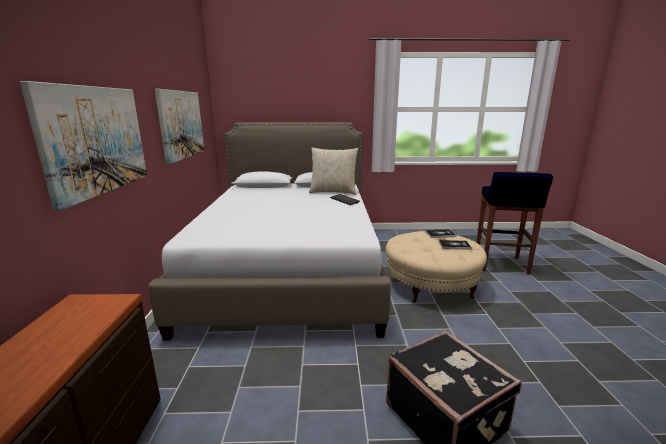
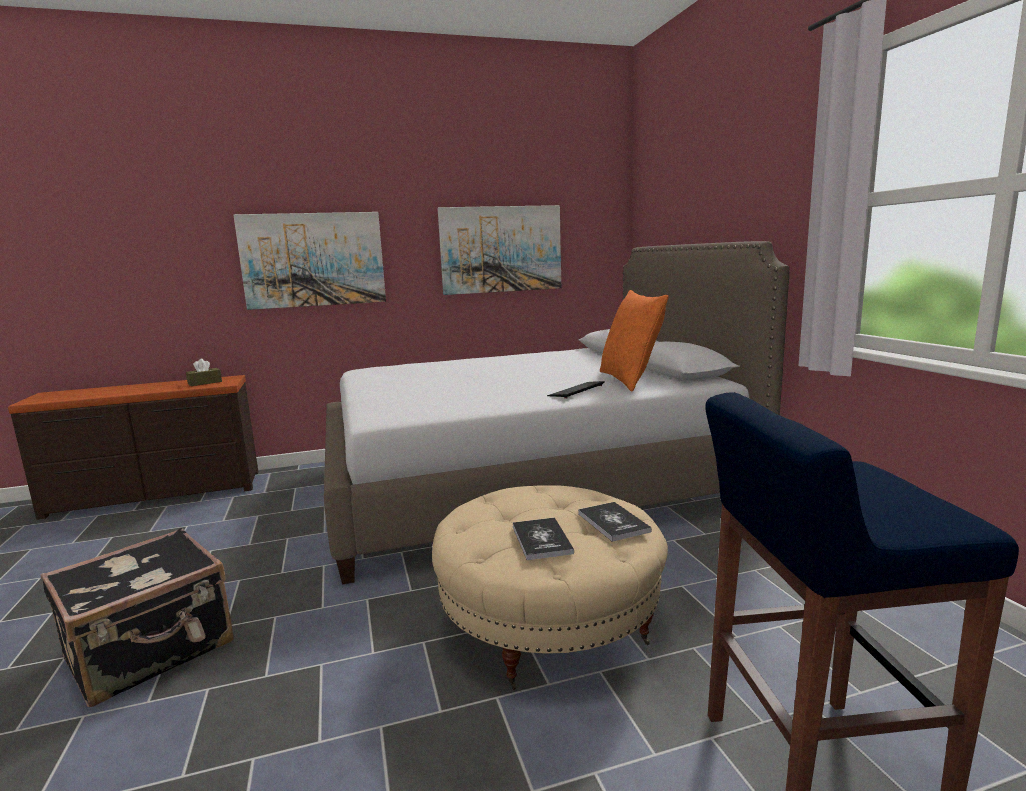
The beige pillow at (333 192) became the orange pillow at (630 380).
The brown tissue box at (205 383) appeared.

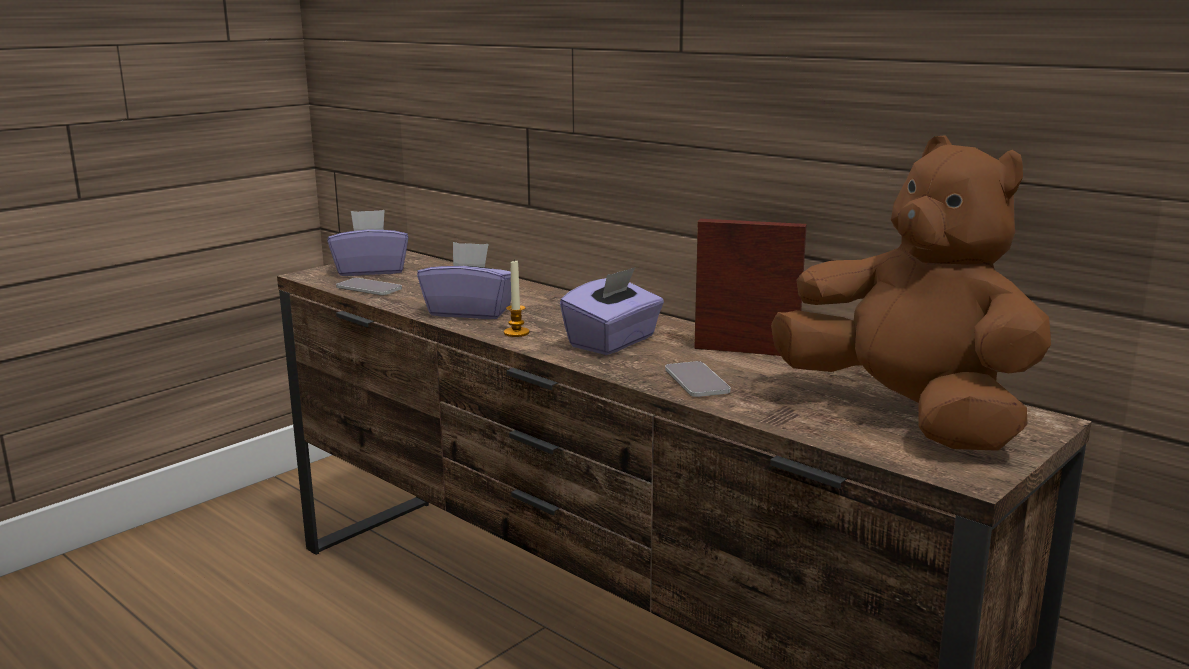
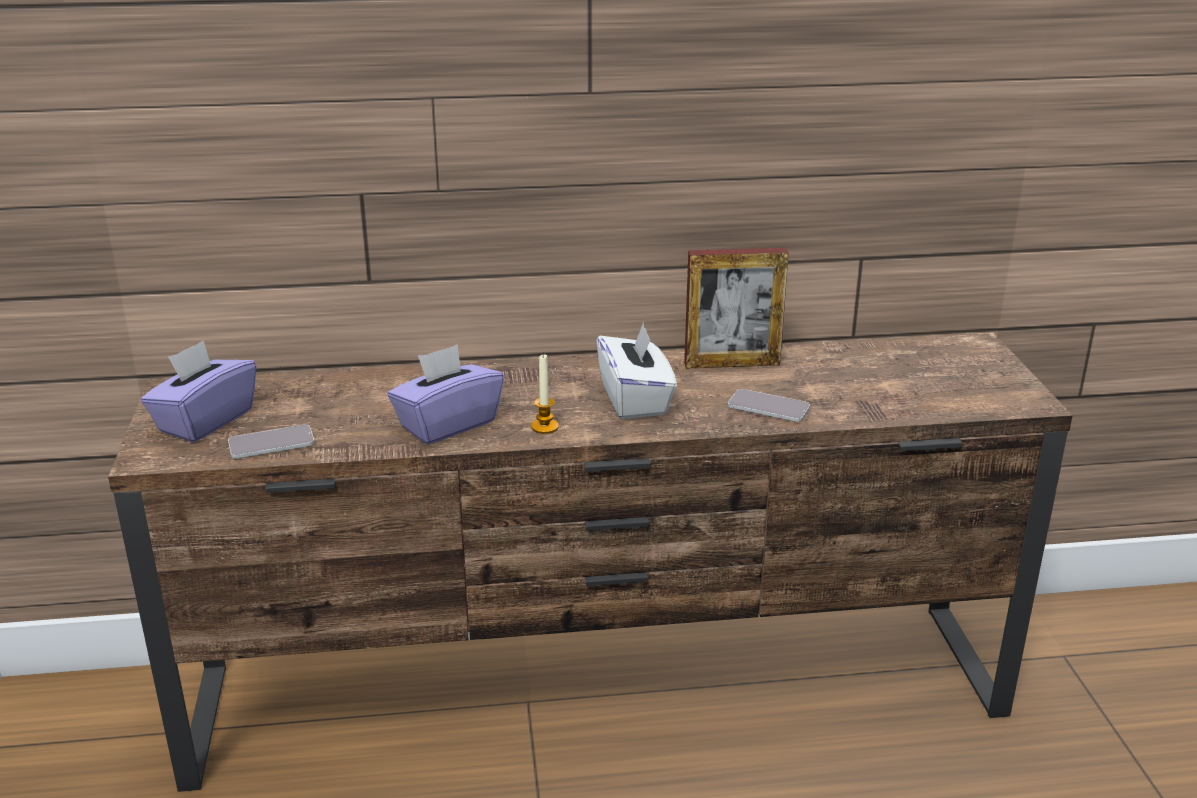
The purple tissue box at (613 342) became the white tissue box at (635 400).
The picture frame at (746 350) turned 150 degrees counterclockwise.
The brown plush toy at (907 415) disappeared.

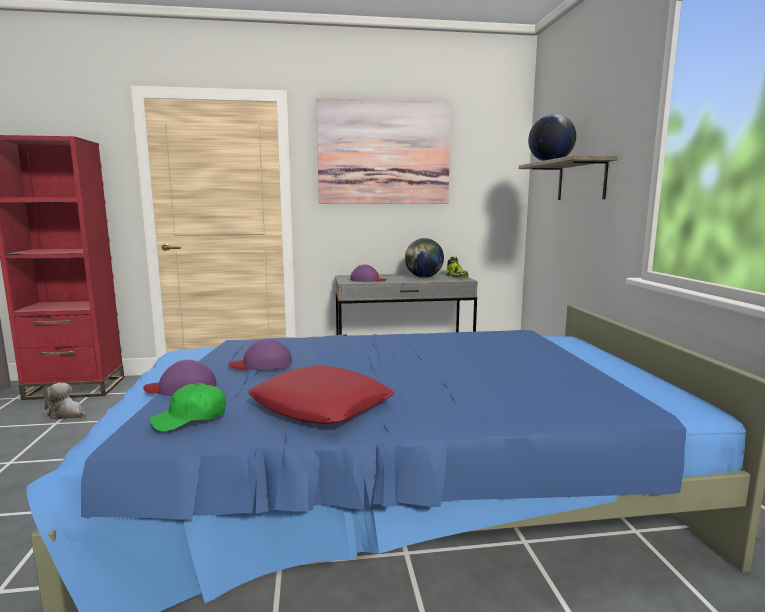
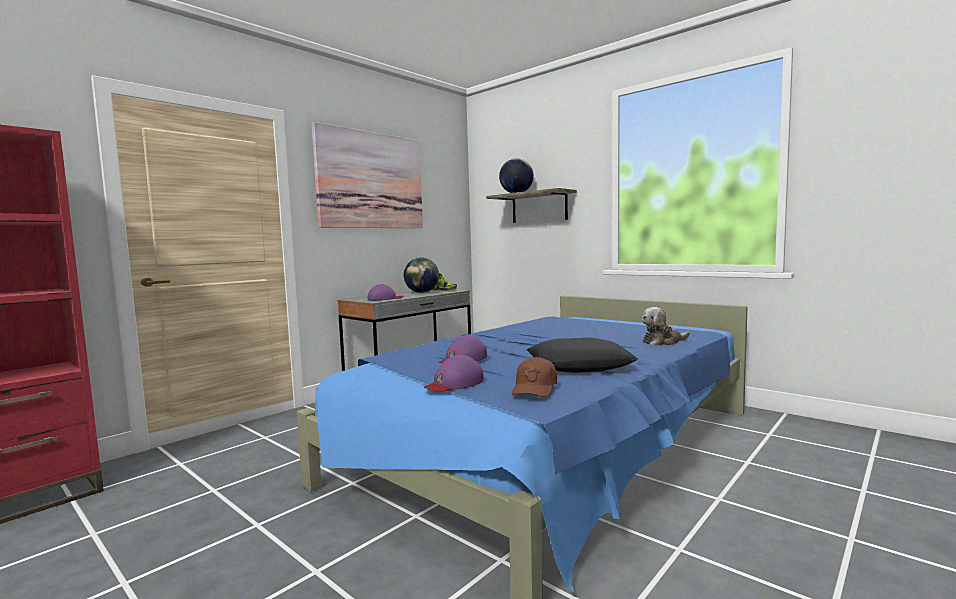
The plush toy moved from (67 414) to (663 342).
The green cap at (190 418) became the brown cap at (535 388).
The red pillow at (321 406) became the black pillow at (579 365).

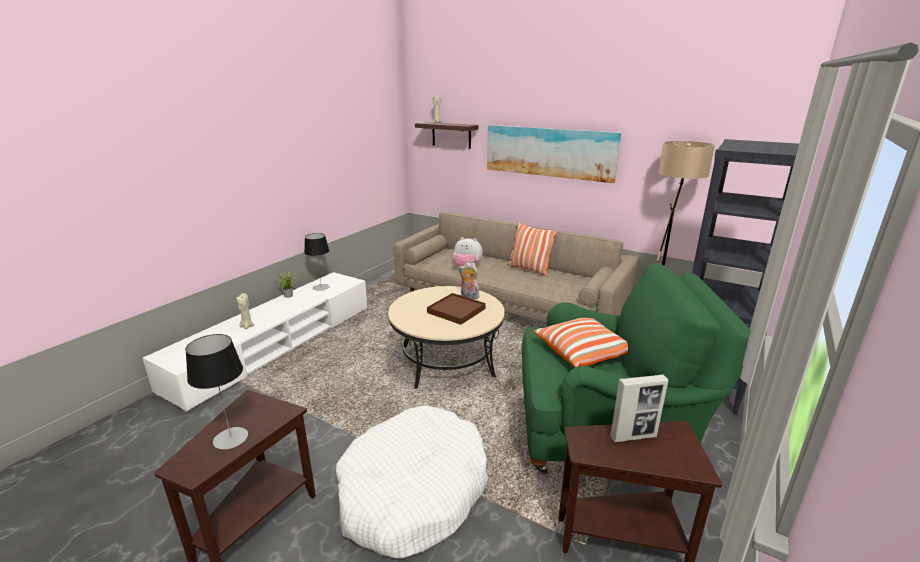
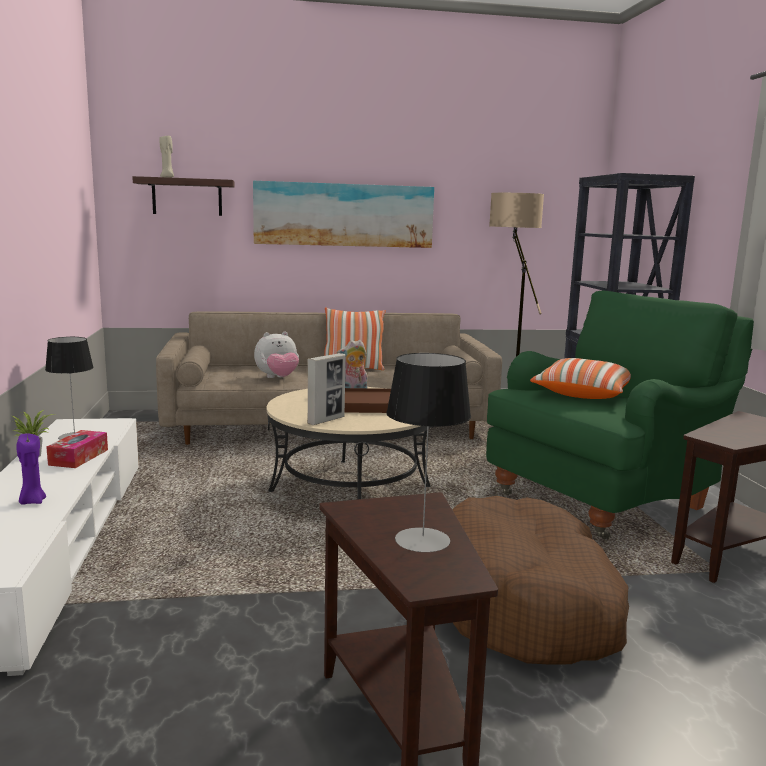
The beige candle at (247 326) became the purple candle at (32 501).
The white dog bed at (413 492) became the brown dog bed at (525 604).
The picture frame moved from (633 436) to (326 420).
The tissue box at (79 457) appeared.

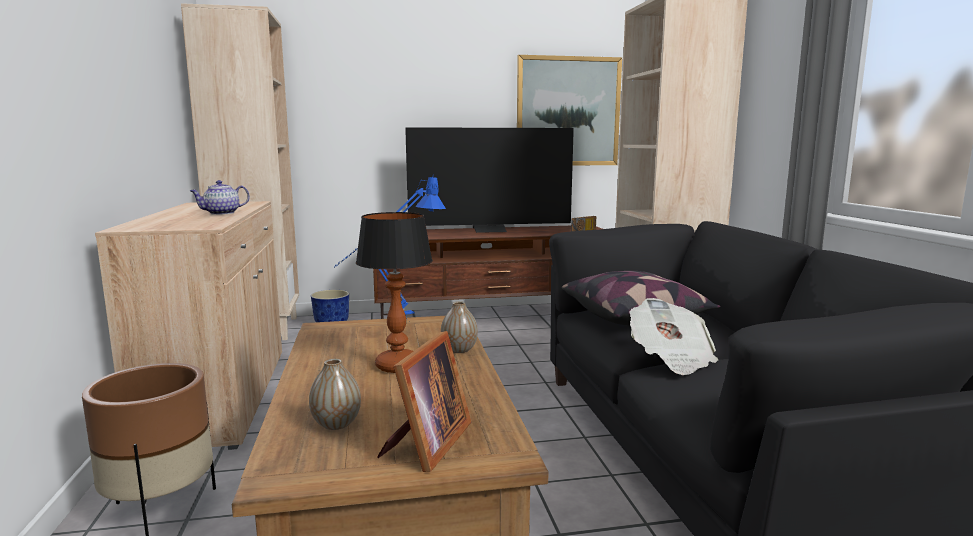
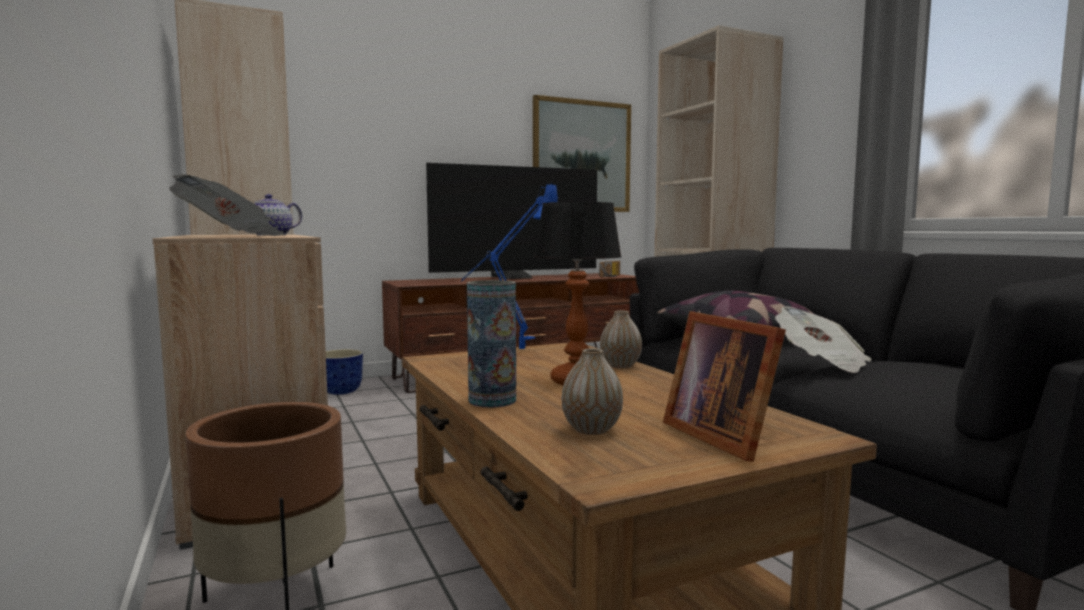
The picture frame at (426 444) turned 150 degrees clockwise.
The newspaper at (232 236) appeared.
The vase at (492 400) appeared.

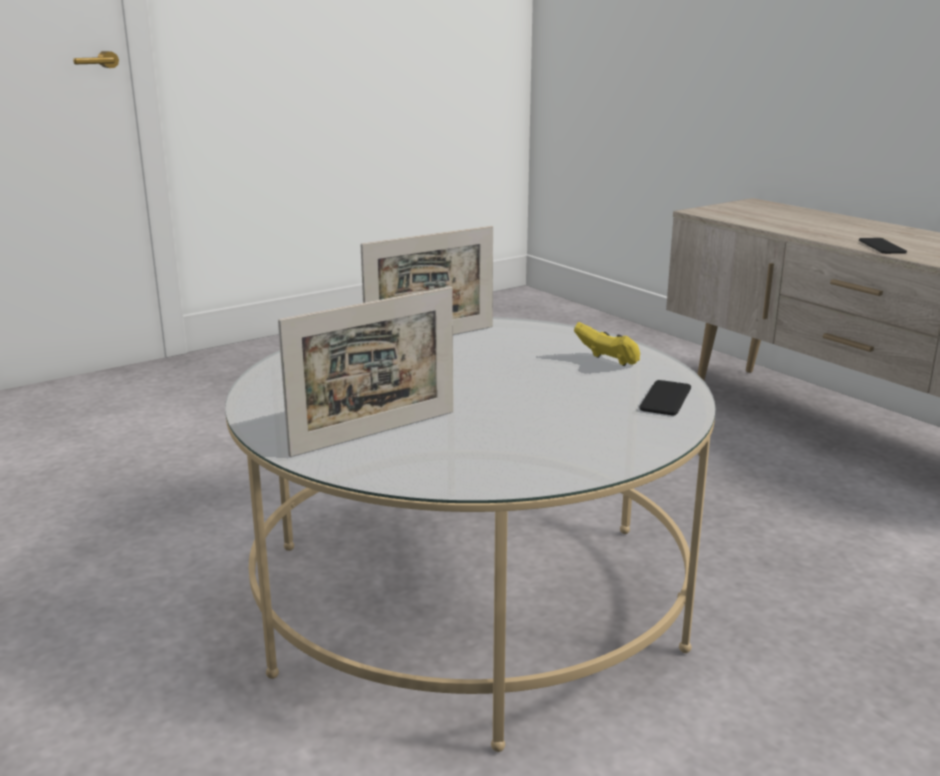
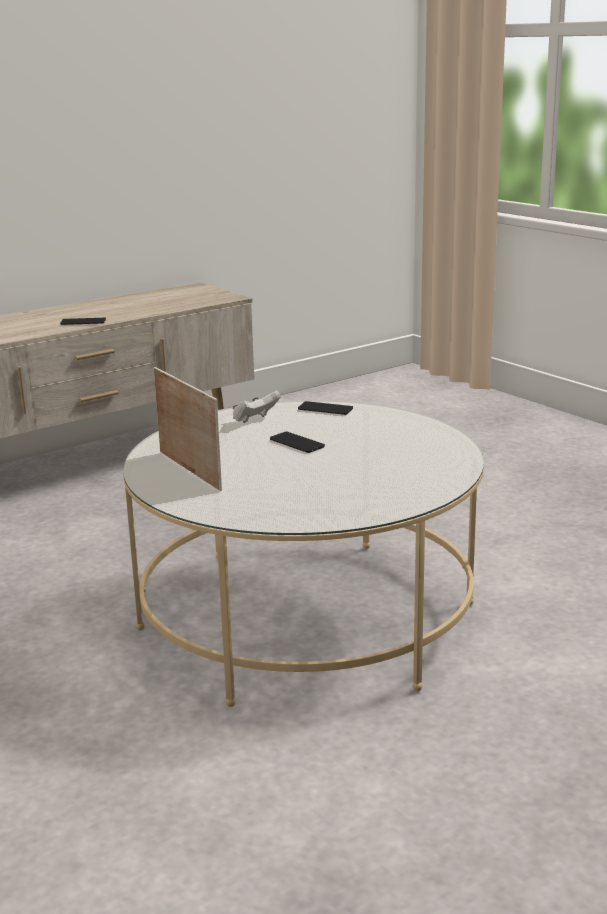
The picture frame at (375 433) disappeared.
The yellow game controller at (608 362) became the white game controller at (255 420).
The phone at (297 443) appeared.

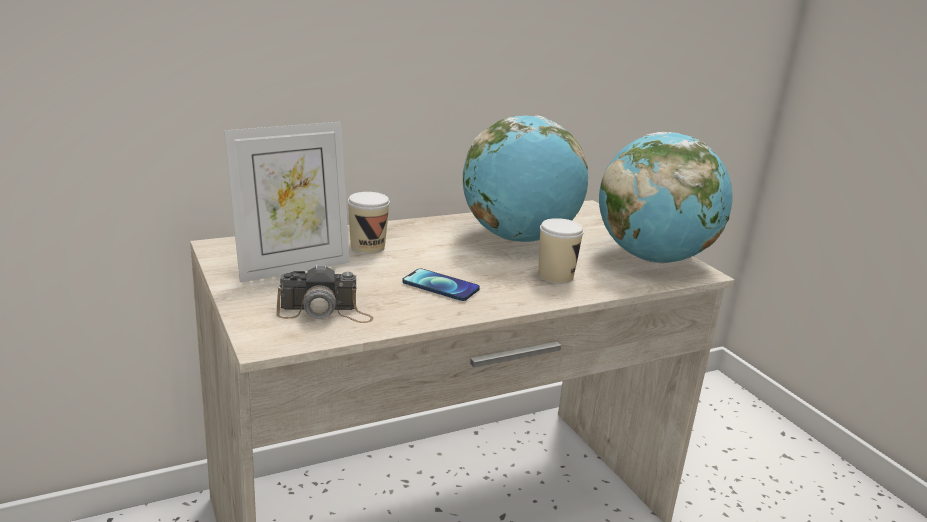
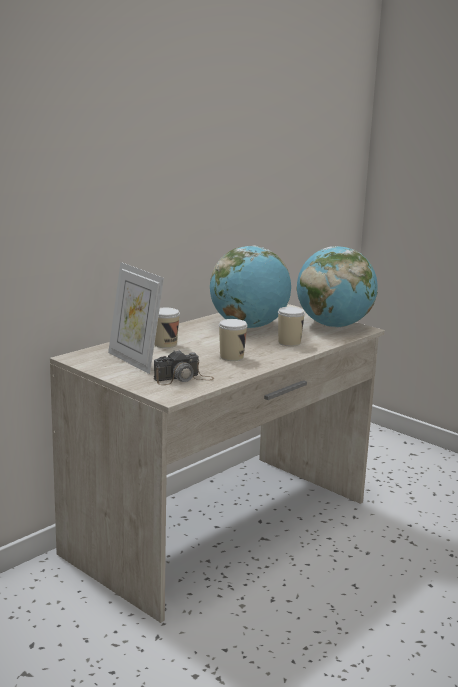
The picture frame at (292 267) turned 105 degrees clockwise.
The phone at (440 286) was replaced by the cup at (231 357).

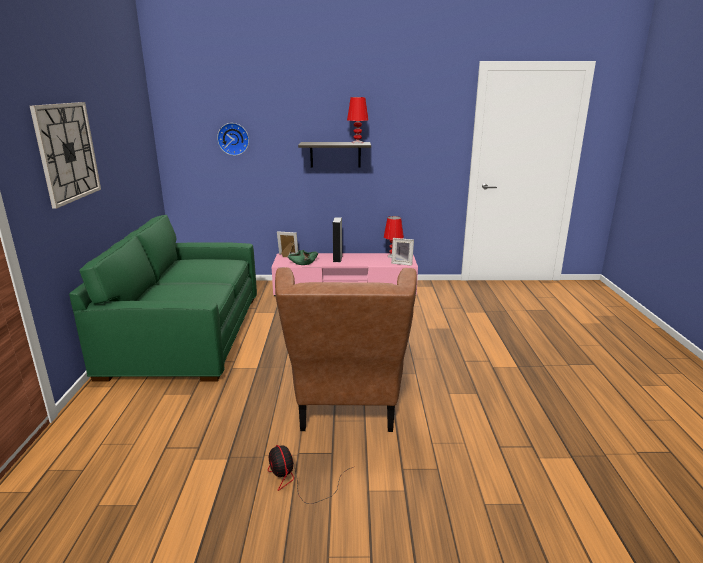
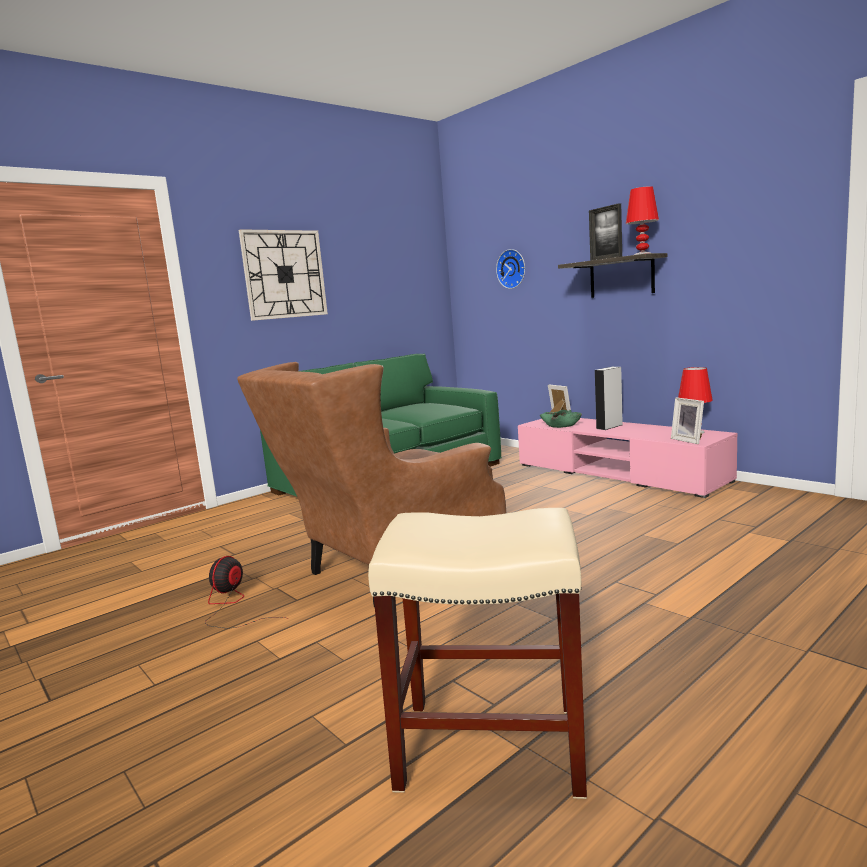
The beige stool at (488 747) appeared.
The picture frame at (605 258) appeared.

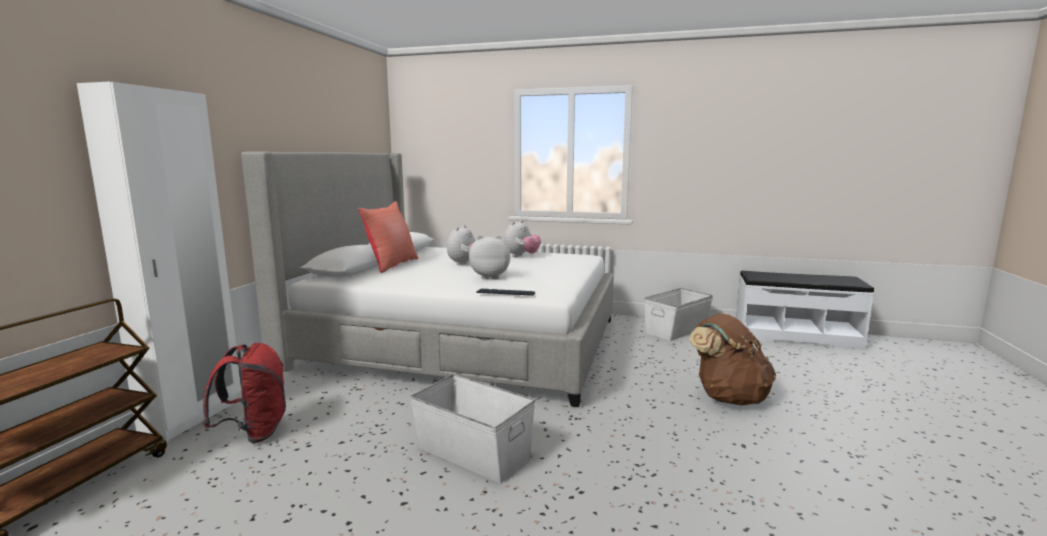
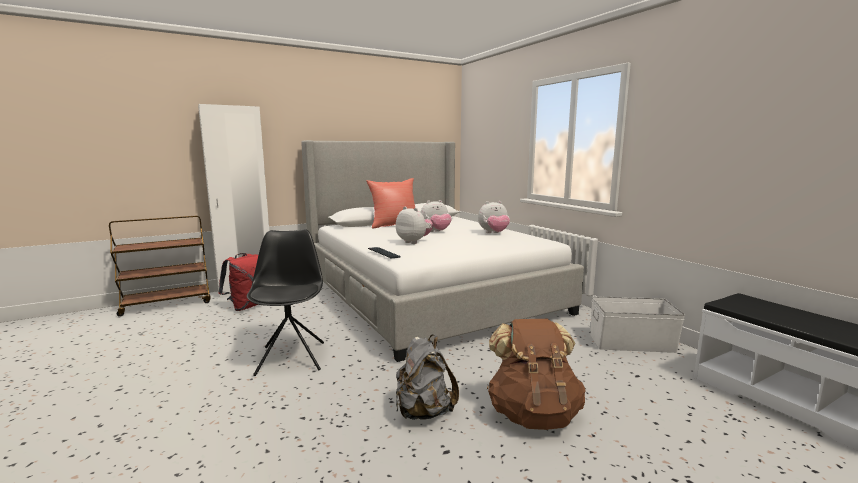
The white storage box at (473 452) was replaced by the black chair at (292 357).
The grey backpack at (423 412) appeared.

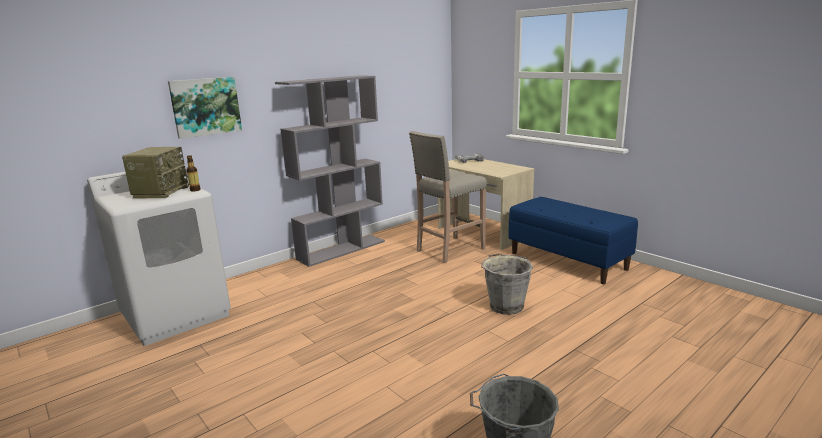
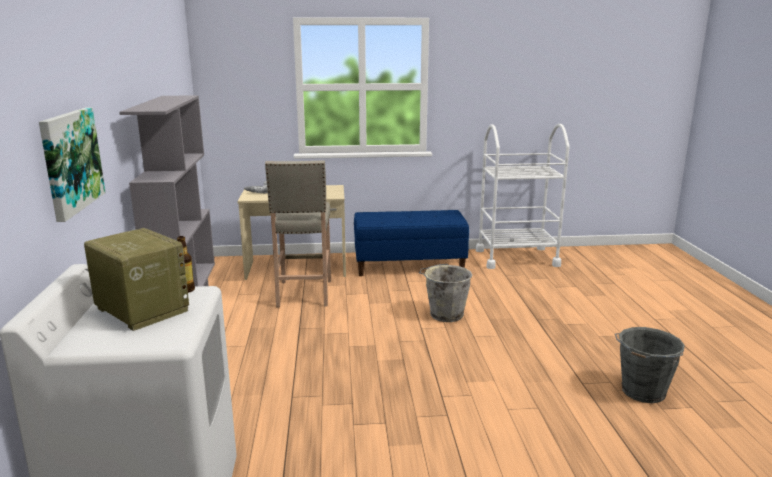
The white cart at (516 258) appeared.

